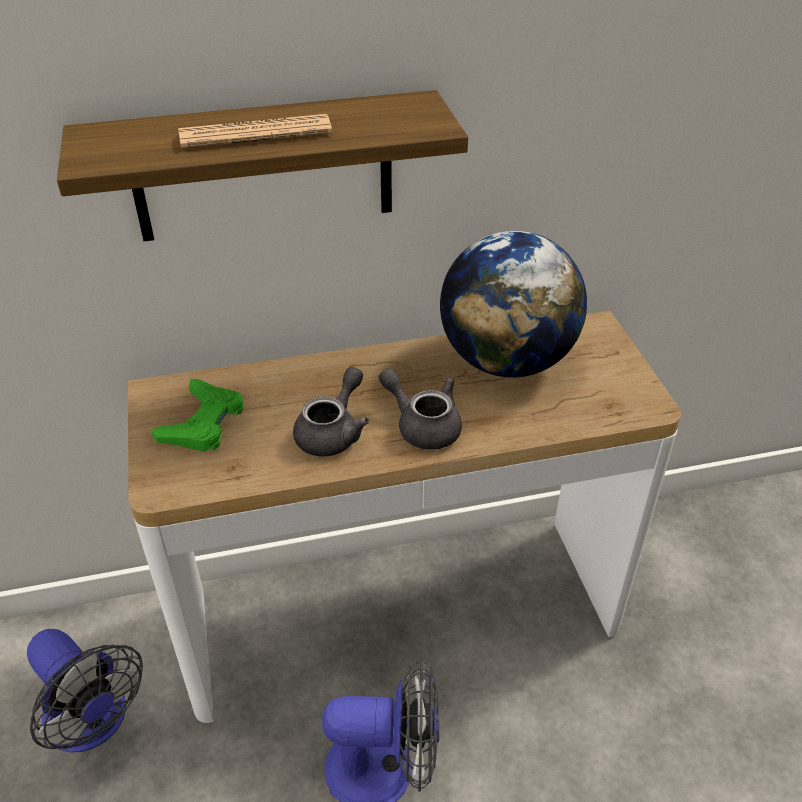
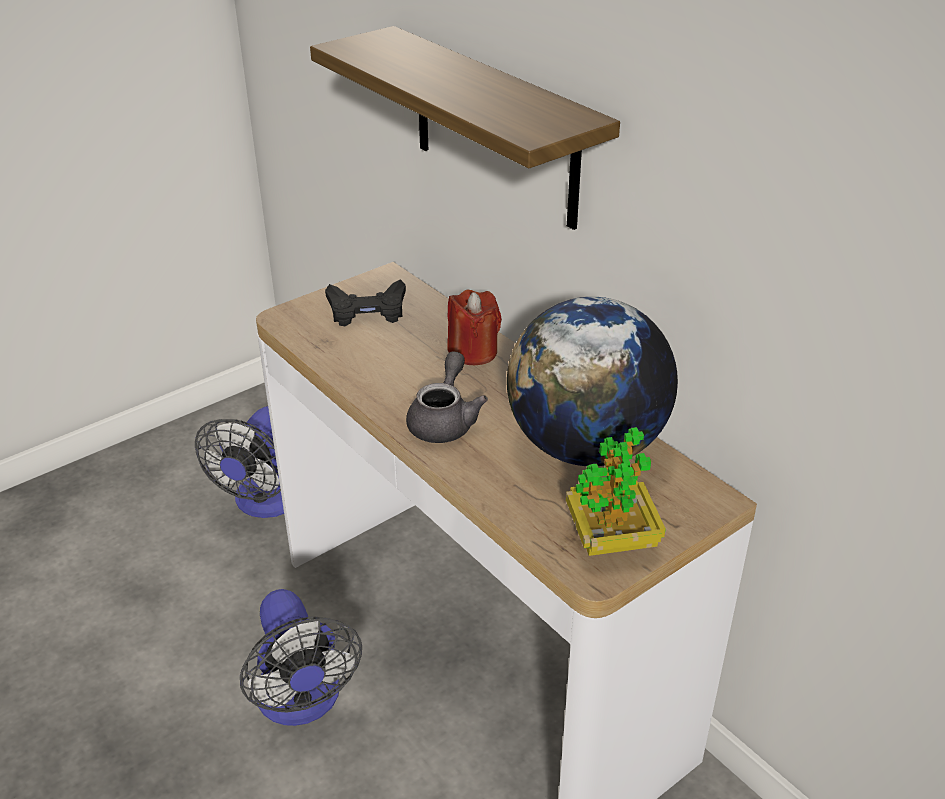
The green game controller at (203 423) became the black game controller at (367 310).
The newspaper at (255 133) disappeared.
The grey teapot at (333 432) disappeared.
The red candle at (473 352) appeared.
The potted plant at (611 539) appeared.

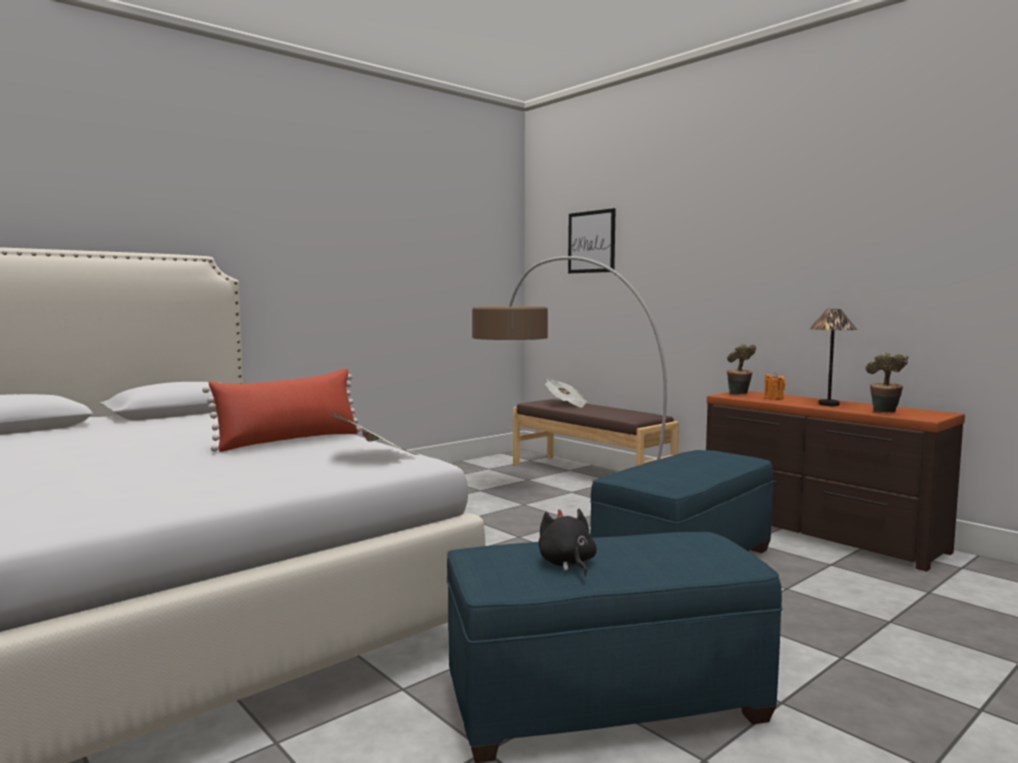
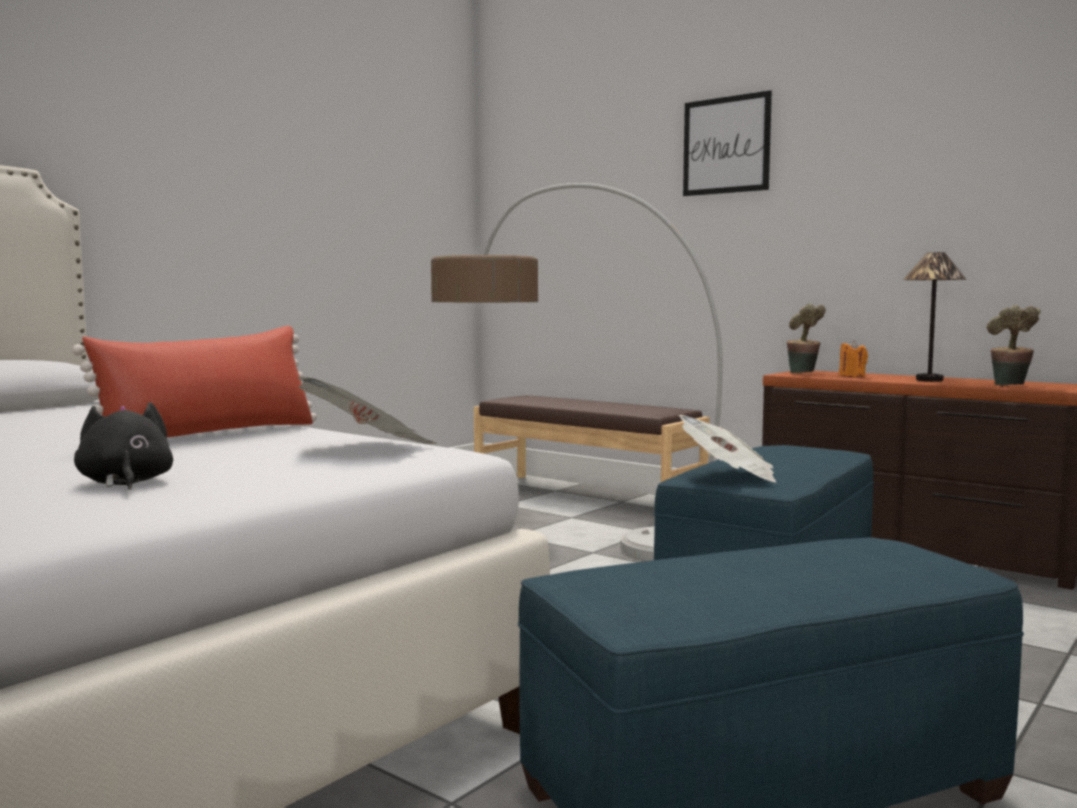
The black plush toy moved from (567 564) to (125 483).
The newspaper moved from (566 405) to (729 475).
The picture moved from (591 242) to (726 145).

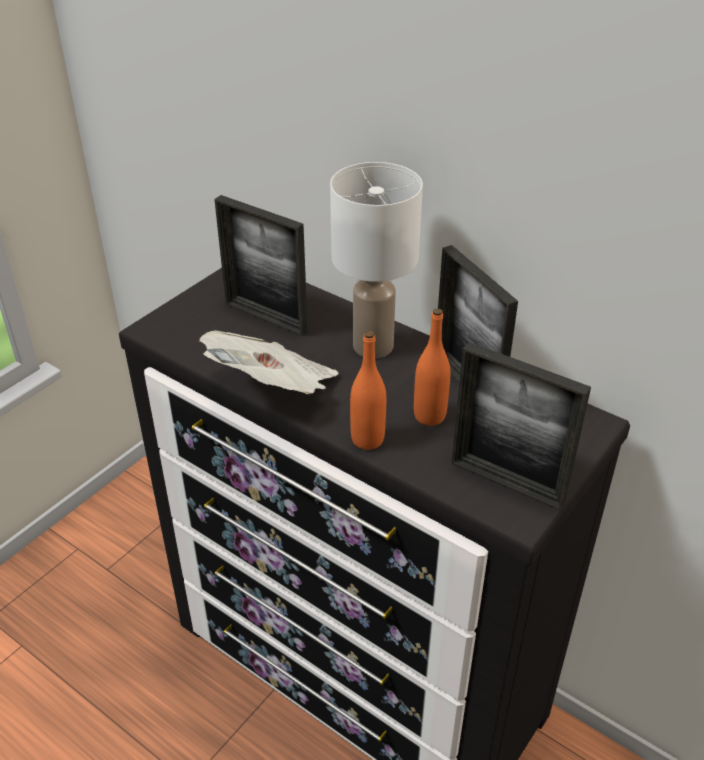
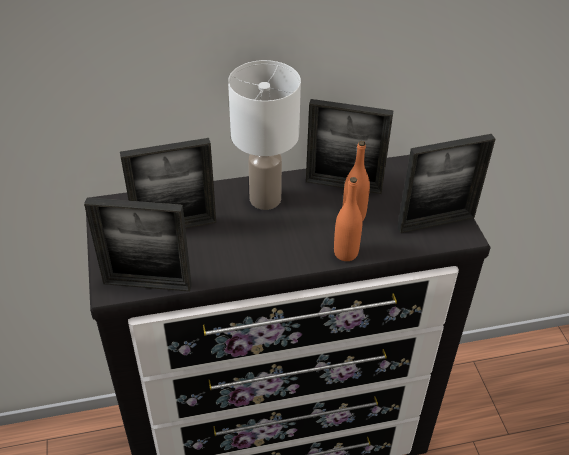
The newspaper at (274 389) disappeared.
The picture frame at (147 284) appeared.

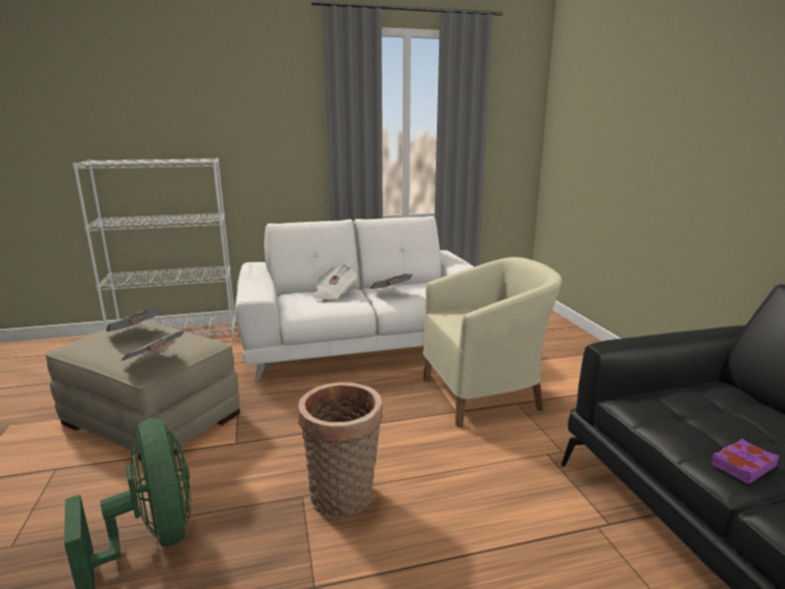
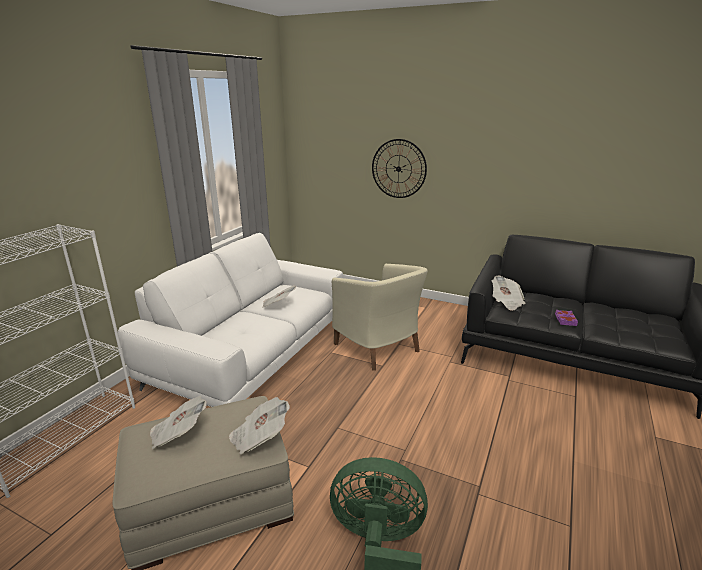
The basket at (344 499) disappeared.
The newspaper moved from (334 294) to (505 302).
The beige armchair at (484 394) turned 120 degrees clockwise.
The wall clock at (398 169) appeared.

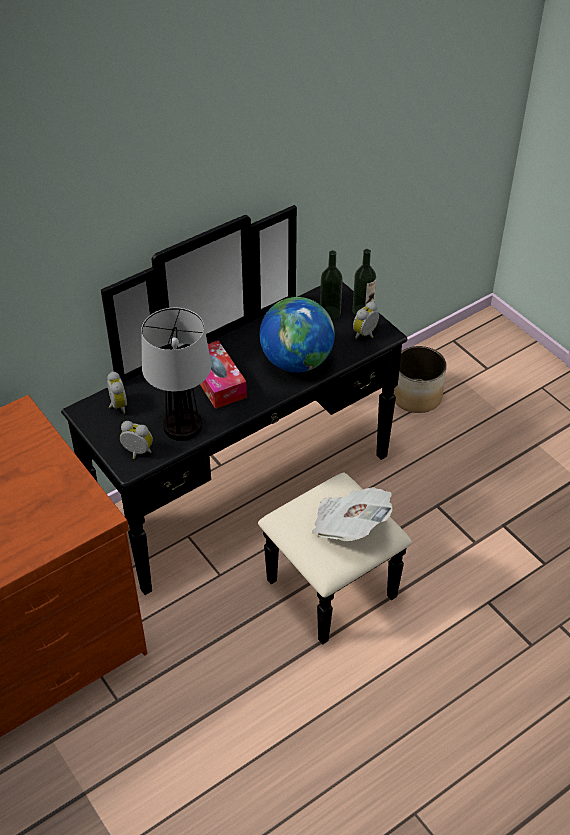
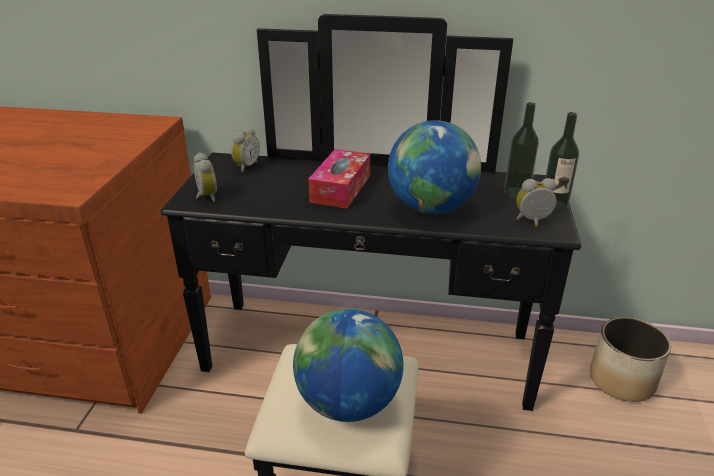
The table lamp at (182 426) disappeared.
The newspaper at (349 526) was replaced by the globe at (348 403).

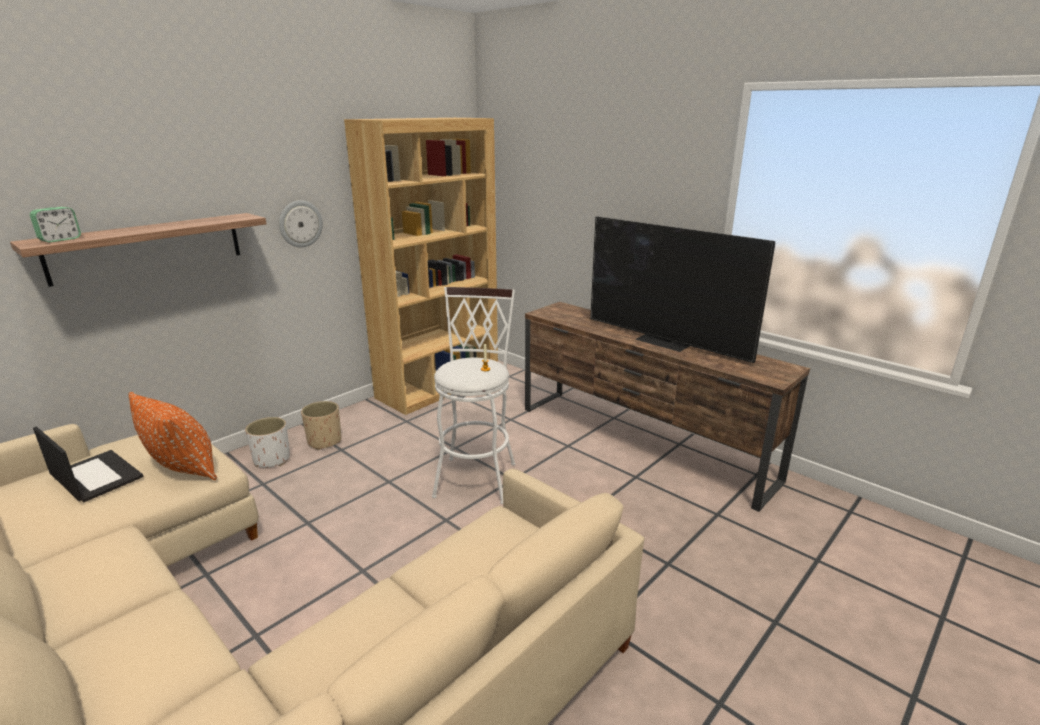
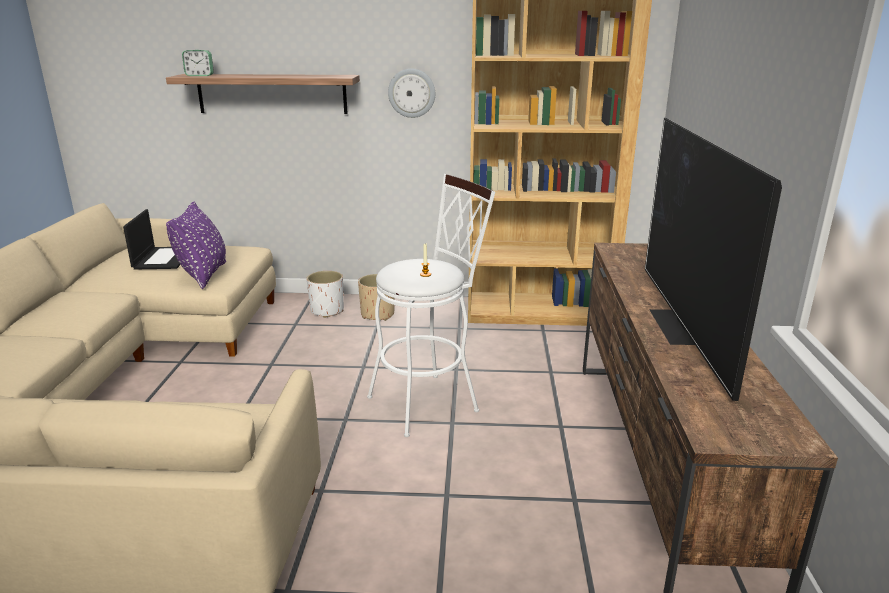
The orange pillow at (183 469) became the purple pillow at (204 275).

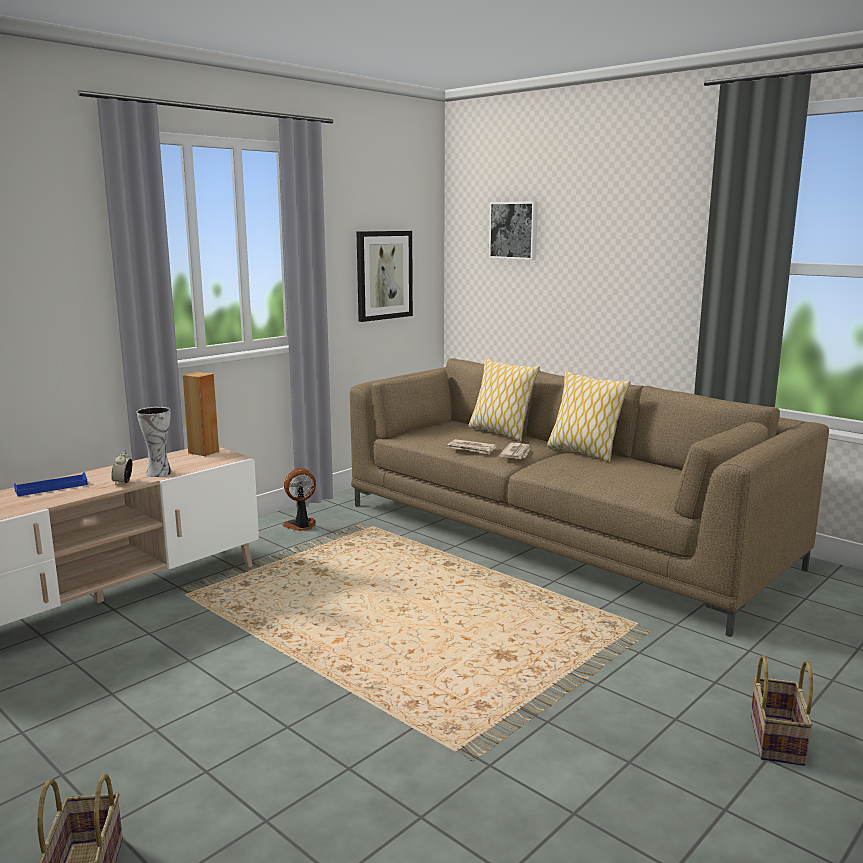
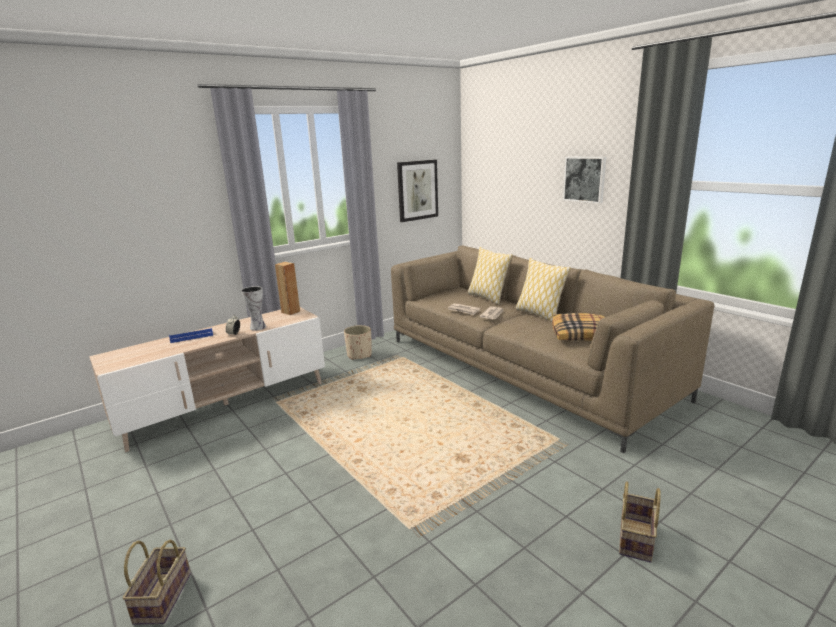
The fan at (301 526) was replaced by the beige planter at (359 355).
The picture moved from (514 230) to (585 179).
The pillow at (581 335) appeared.

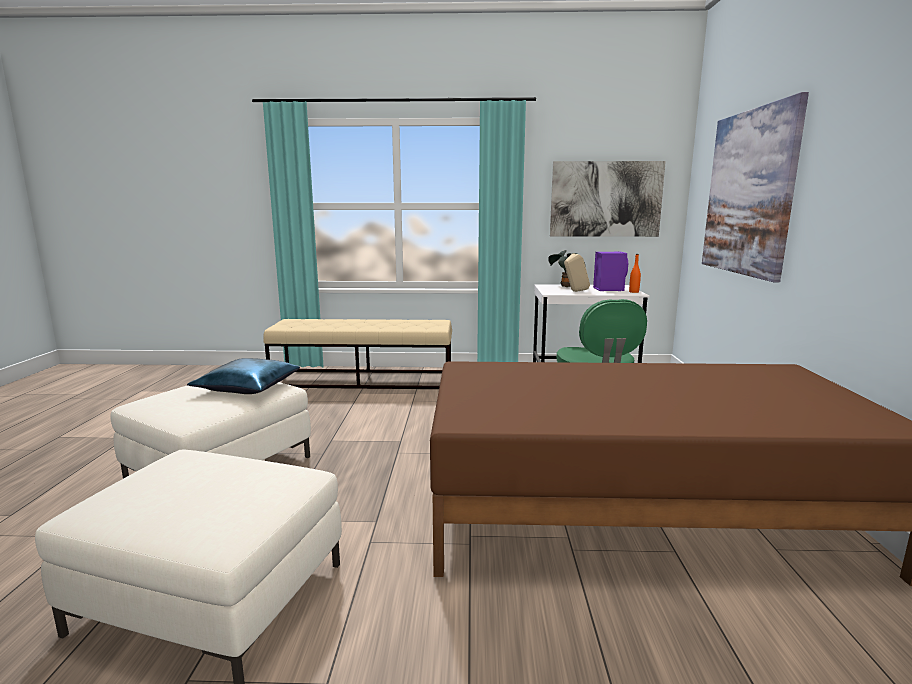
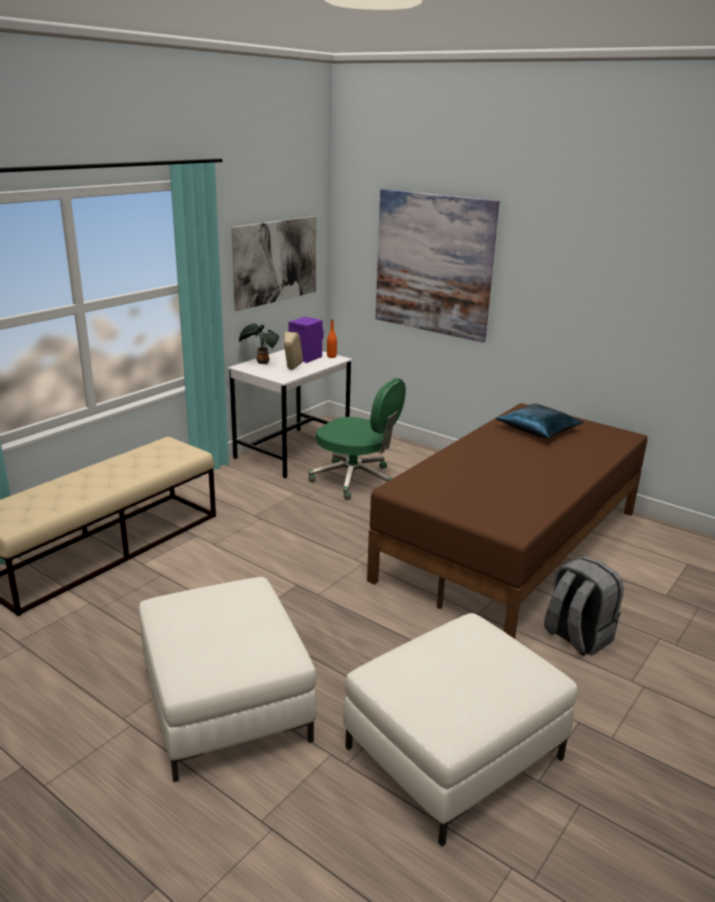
The blue pillow moved from (247 387) to (539 430).
The grey backpack at (576 637) appeared.

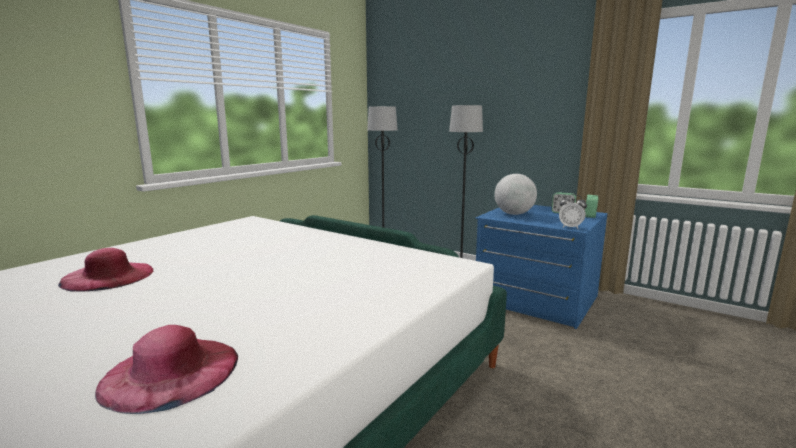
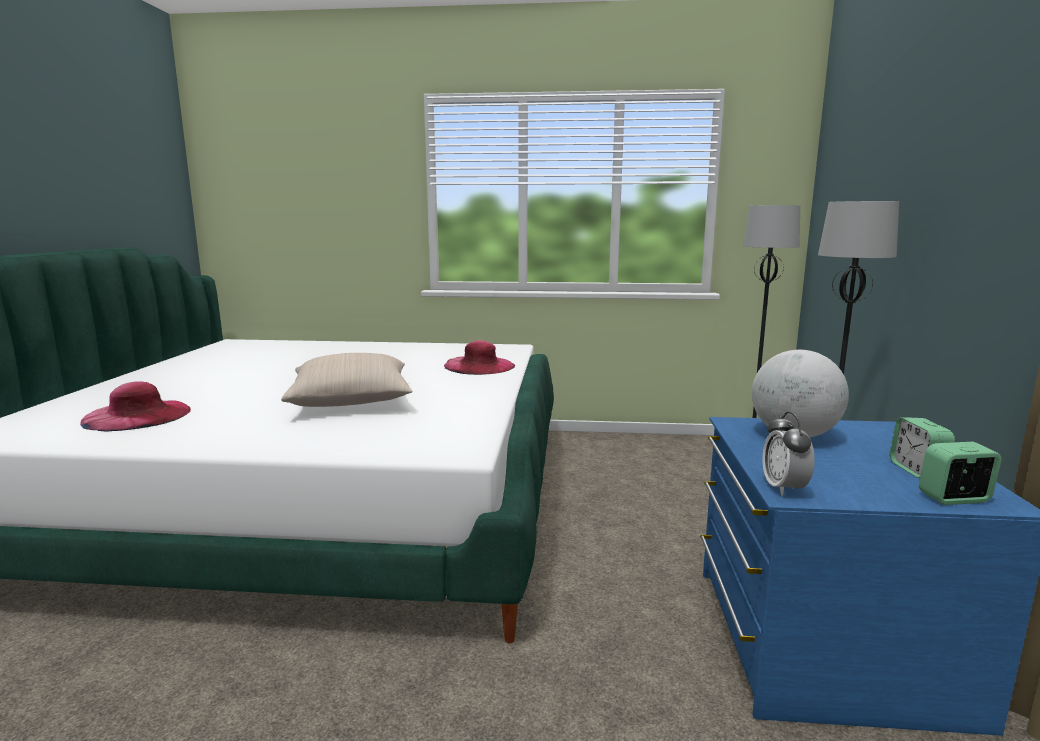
The pink hat moved from (108 276) to (479 365).
The beige pillow at (351 401) appeared.

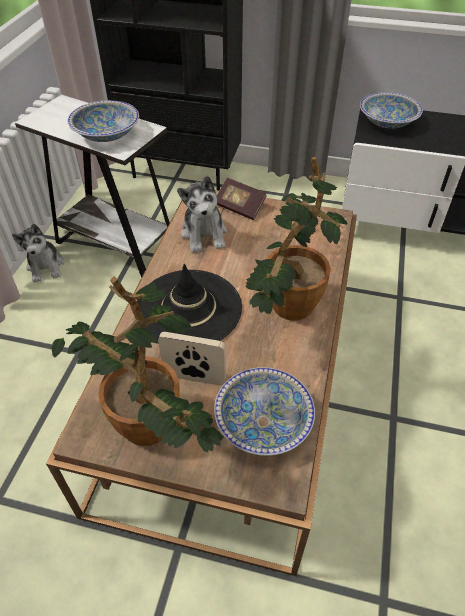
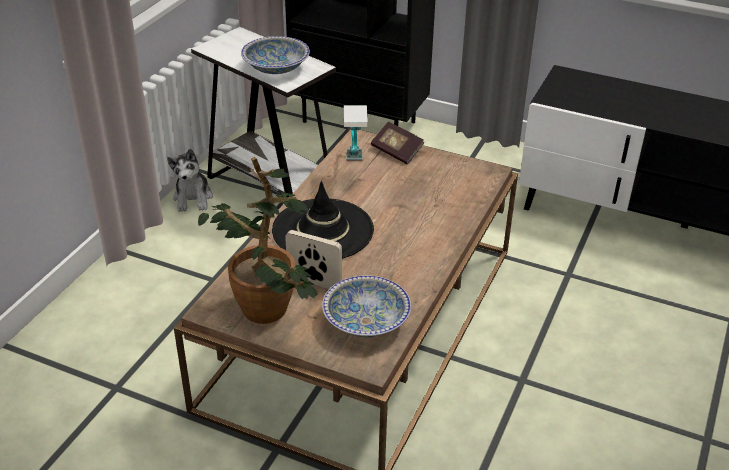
The plush toy at (204 234) was replaced by the table lamp at (354 171).
The potted plant at (285 311) disappeared.
The bowl at (387 122) disappeared.

